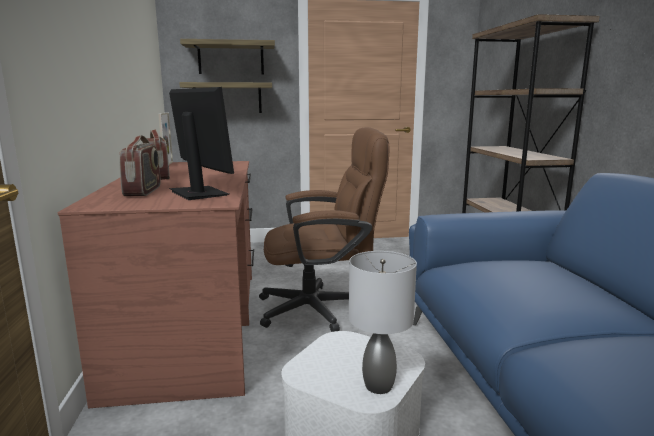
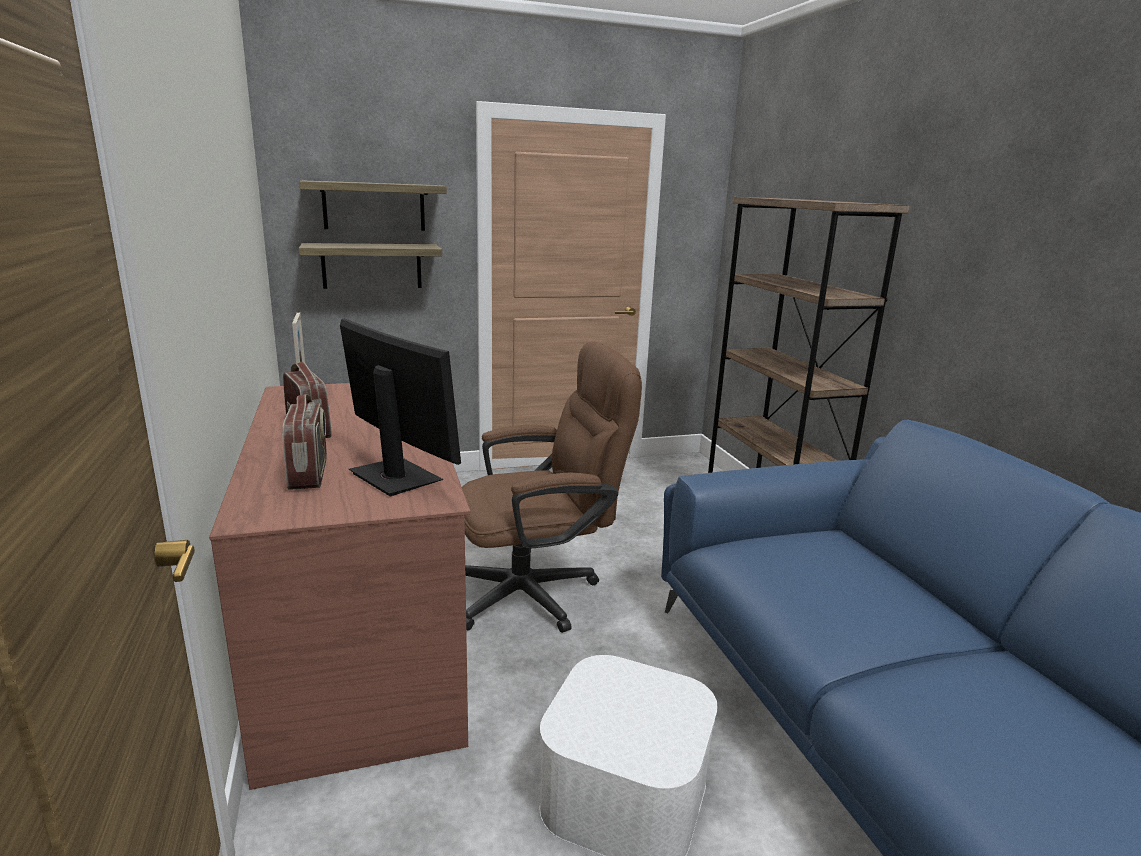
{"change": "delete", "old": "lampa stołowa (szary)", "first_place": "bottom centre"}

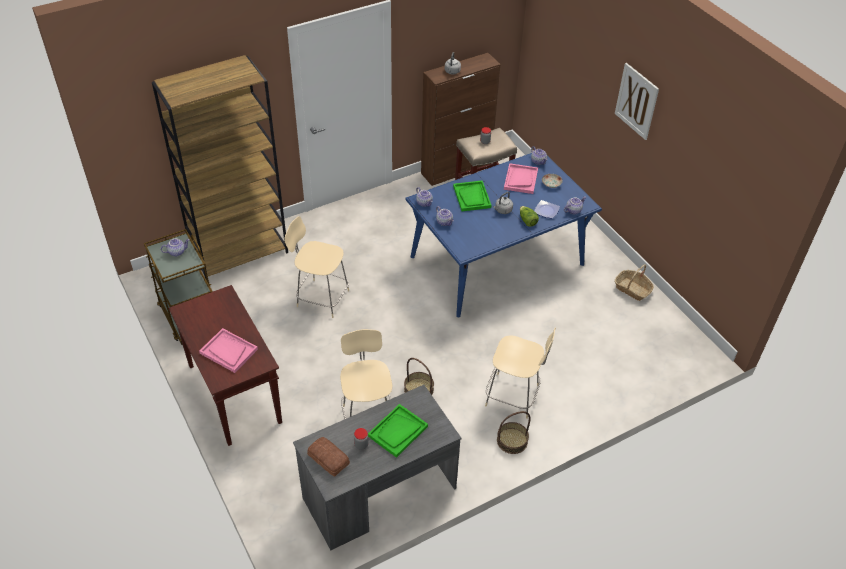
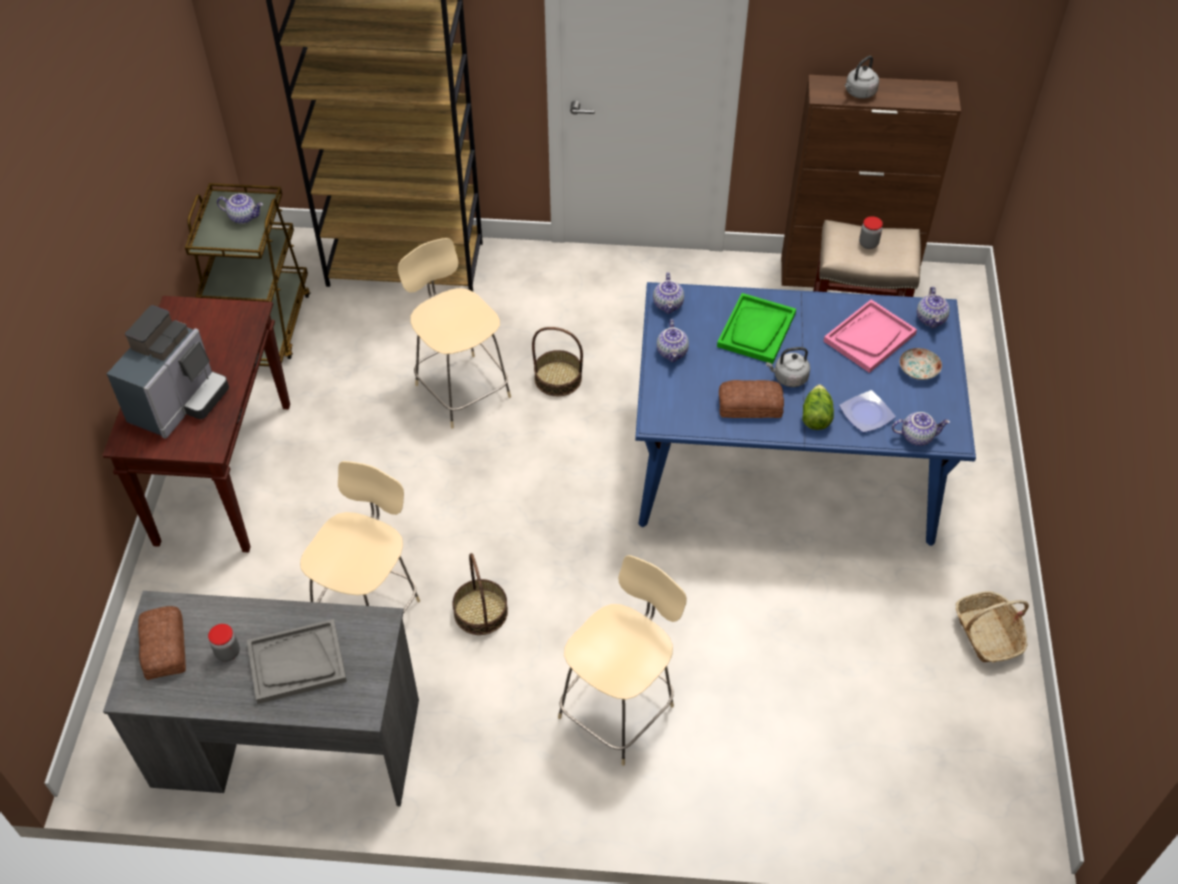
{"change": "delete", "old": "obraz", "first_place": "top right"}
{"change": "rotate", "old": "krzesło (beżowy) (3rd from left)", "first_place": "centre", "second_place": "bottom centre", "degrees": -105}
{"change": "replace", "old": "taca (różowy) (1st from left)", "new": "ekspres do kawy", "first_place": "middle left", "second_place": "middle left"}
{"change": "recolor", "old": "taca (zielony) (1st from left)", "new": "taca (szary)", "first_place": "bottom centre", "second_place": "bottom left"}
{"change": "move", "old": "koszyk (2nd from left)", "first_place": "bottom centre", "second_place": "centre"}
{"change": "insert", "new": "chleb (2nd from left)", "second_place": "centre"}

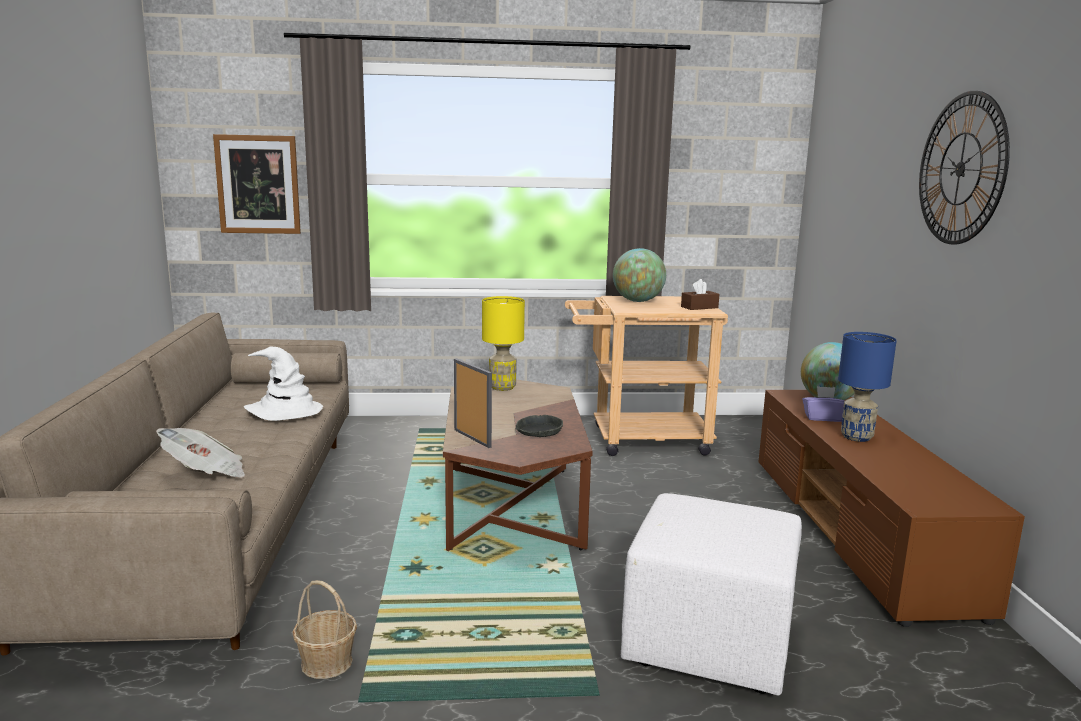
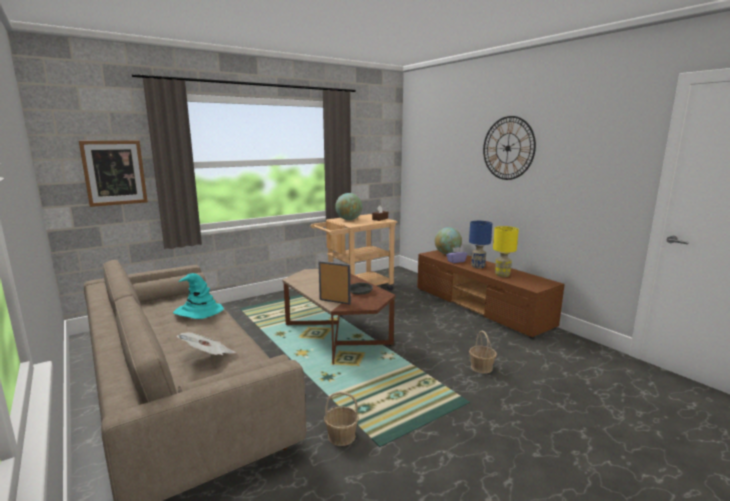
{"change": "move", "old": "lampa stołowa (żółty)", "first_place": "centre", "second_place": "middle right"}
{"change": "recolor", "old": "kapelusz (biały)", "new": "kapelusz (turkusowy)", "first_place": "middle left", "second_place": "middle left"}
{"change": "replace", "old": "pufa (biały)", "new": "koszyk (2nd from left)", "first_place": "bottom centre", "second_place": "bottom centre"}

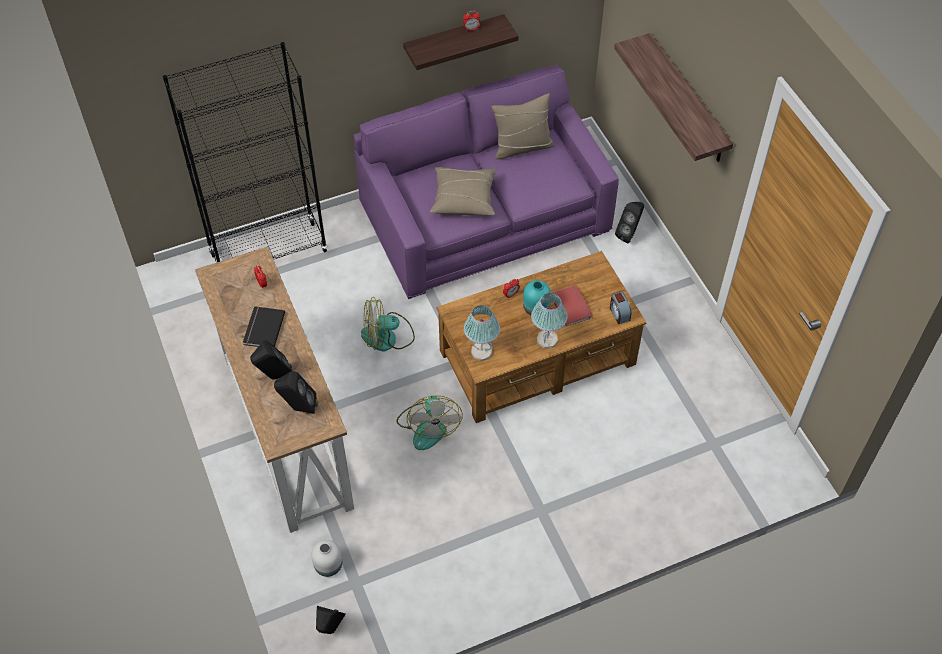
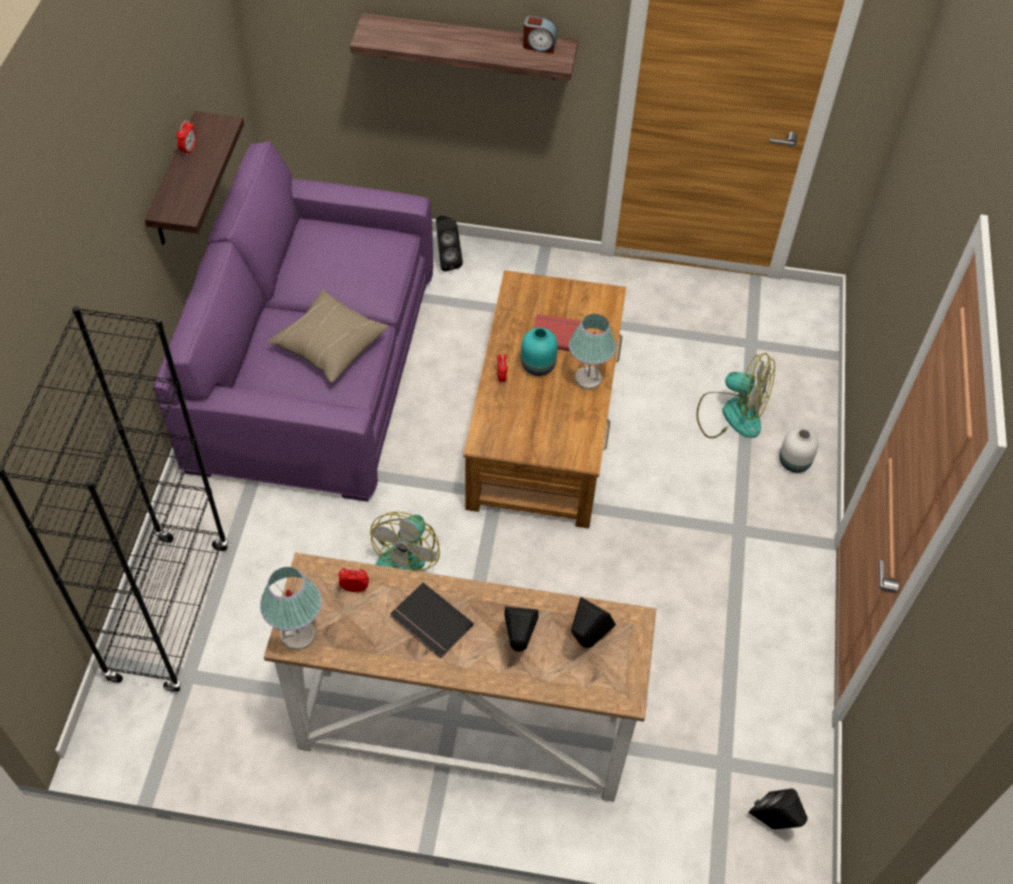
{"change": "delete", "old": "poduszka (beżowy) (2nd from left)", "first_place": "top centre"}
{"change": "move", "old": "budzik (4th from left)", "first_place": "centre", "second_place": "top centre"}
{"change": "move", "old": "lampa stołowa (1st from left)", "first_place": "centre", "second_place": "bottom left"}
{"change": "move", "old": "wentylator (2nd from left)", "first_place": "centre", "second_place": "middle right"}
{"change": "move", "old": "wazon (biały)", "first_place": "bottom centre", "second_place": "middle right"}

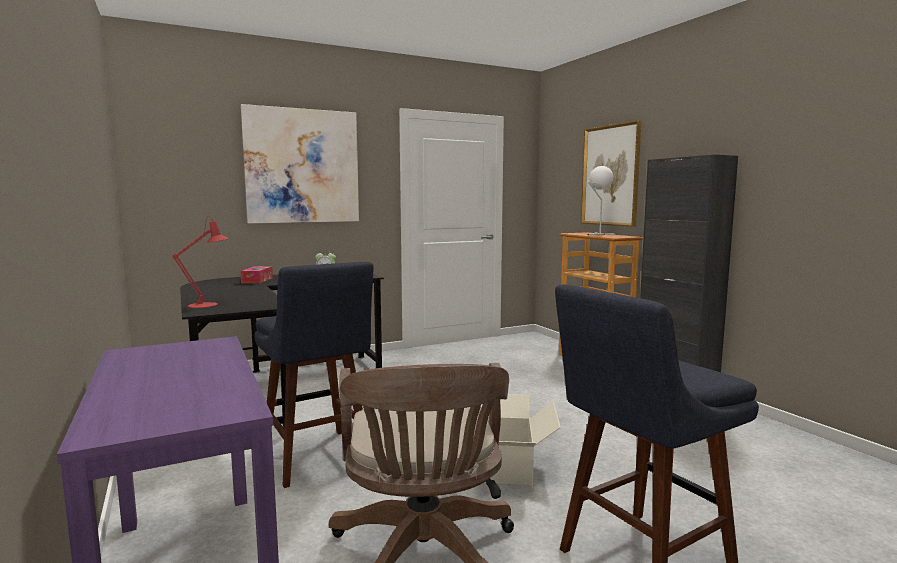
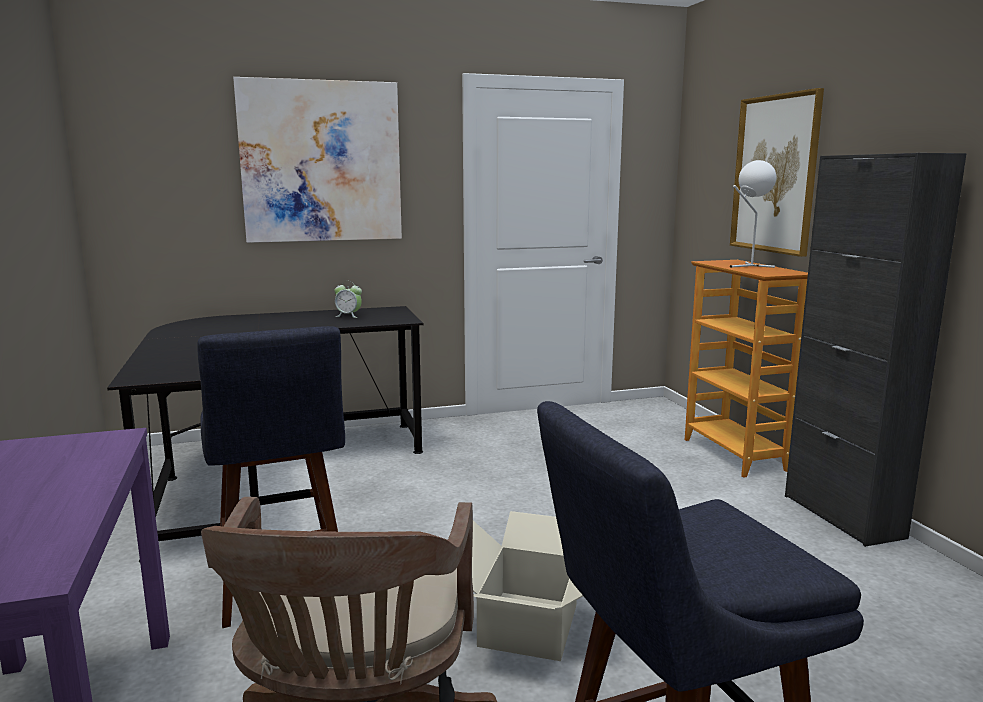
{"change": "delete", "old": "lampa stołowa (czerwony)", "first_place": "middle left"}
{"change": "delete", "old": "pudełko chusteczek", "first_place": "middle left"}

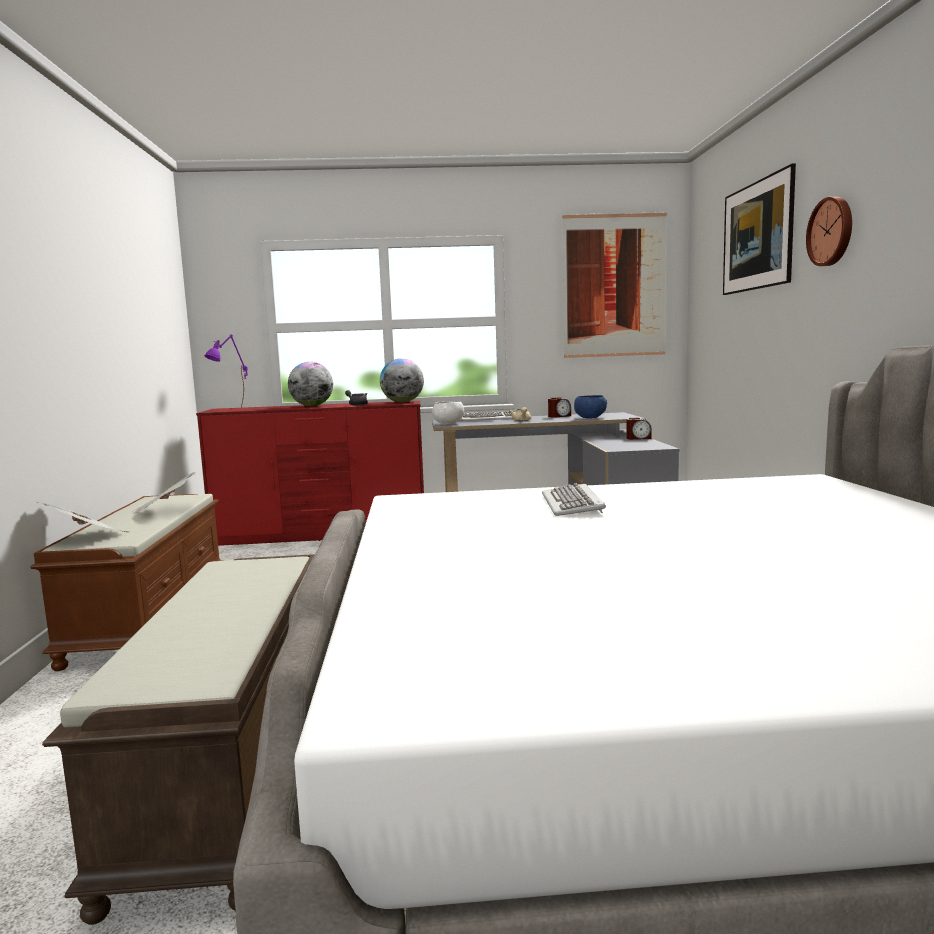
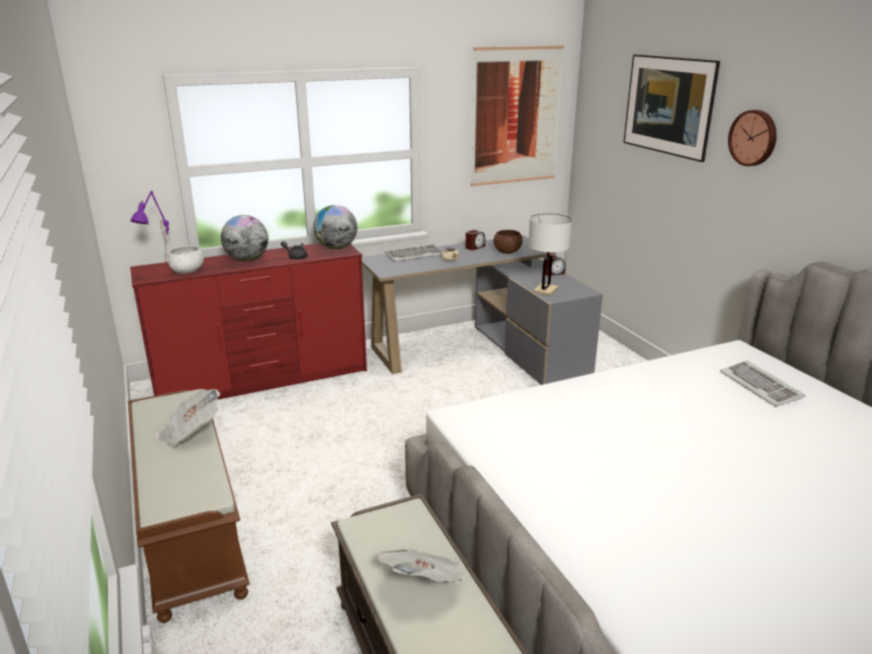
{"change": "recolor", "old": "miska (niebieski)", "new": "miska (brązowy)", "first_place": "centre", "second_place": "centre"}
{"change": "move", "old": "miska (biały)", "first_place": "centre", "second_place": "middle left"}
{"change": "move", "old": "klawiatura (2nd from left)", "first_place": "centre", "second_place": "middle right"}
{"change": "move", "old": "gazeta (1st from left in the first image)", "new": "gazeta (2nd from left)", "first_place": "middle left", "second_place": "bottom centre"}
{"change": "insert", "new": "lampa stołowa (biały)", "second_place": "centre"}

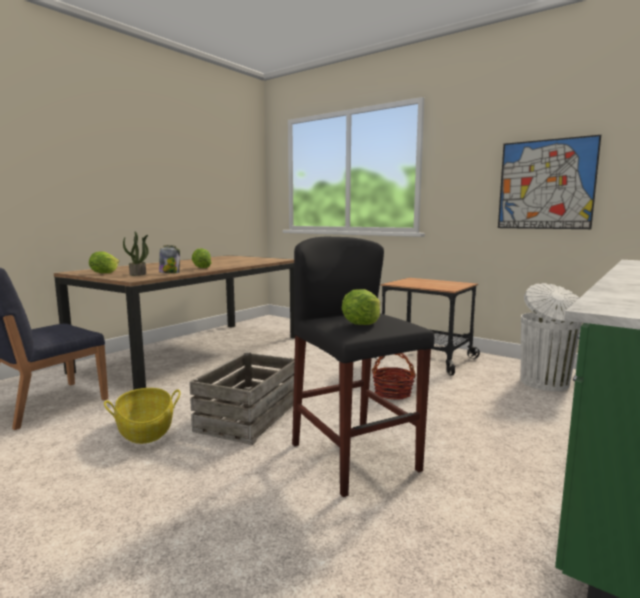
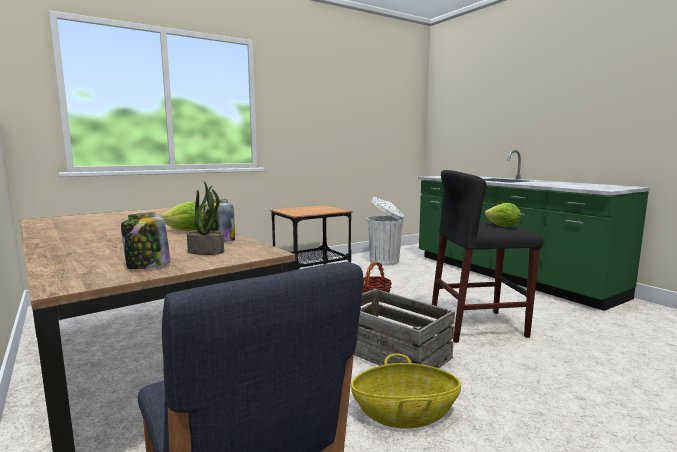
{"change": "delete", "old": "obraz", "first_place": "top right"}
{"change": "replace", "old": "sałata (1st from left)", "new": "słoik (1st from left)", "first_place": "middle left", "second_place": "middle left"}

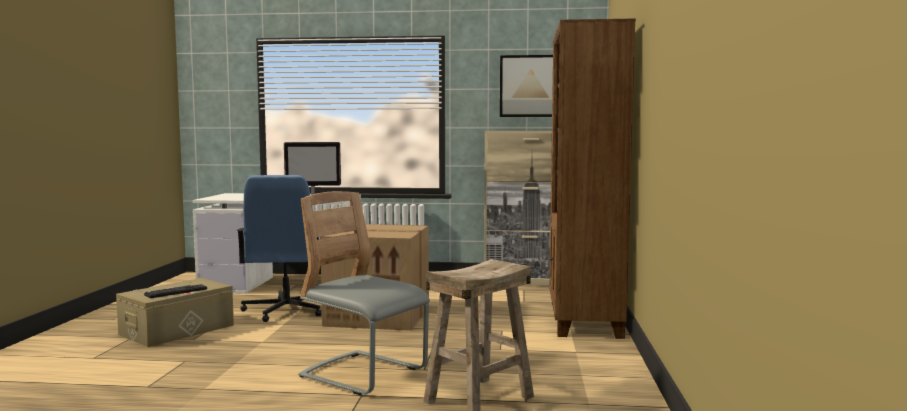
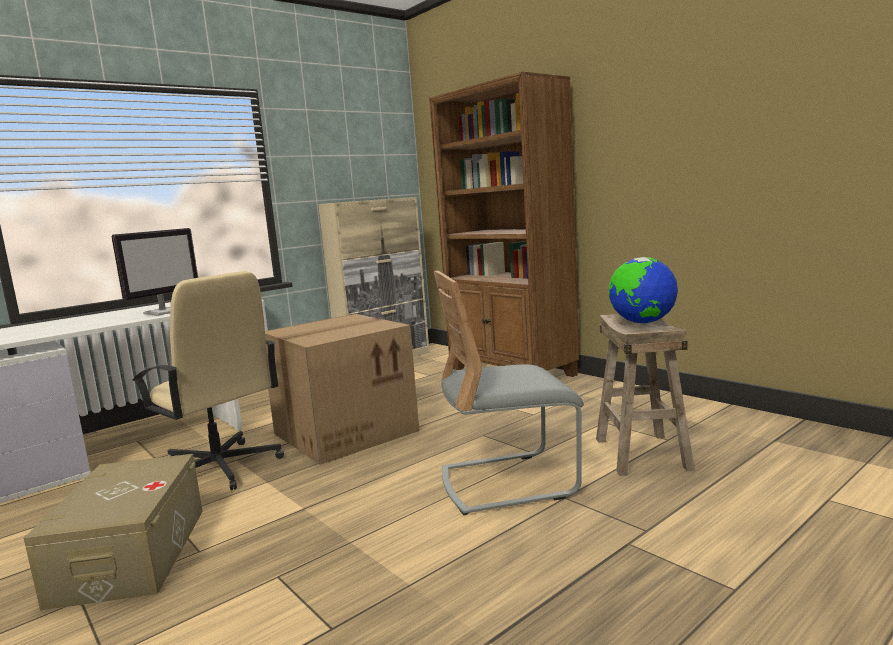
{"change": "delete", "old": "obraz", "first_place": "top centre"}
{"change": "recolor", "old": "krzesło biurowe (niebieski)", "new": "krzesło biurowe (beżowy)", "first_place": "middle left", "second_place": "middle left"}
{"change": "delete", "old": "klawiatura", "first_place": "bottom left"}
{"change": "insert", "new": "globus", "second_place": "middle right"}

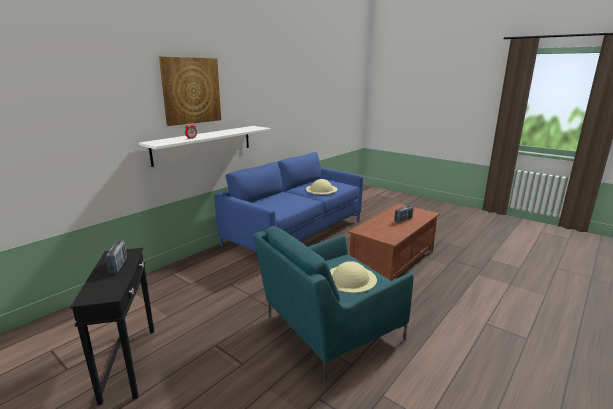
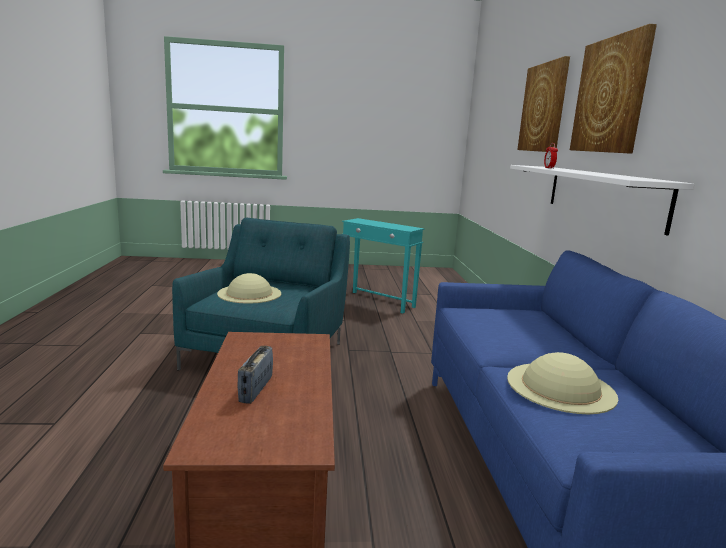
{"change": "delete", "old": "radio (1st from left)", "first_place": "middle left"}
{"change": "recolor", "old": "stolik (czarny)", "new": "stolik (turkusowy)", "first_place": "bottom left", "second_place": "centre"}
{"change": "insert", "new": "obraz (1st from left)", "second_place": "top right"}

